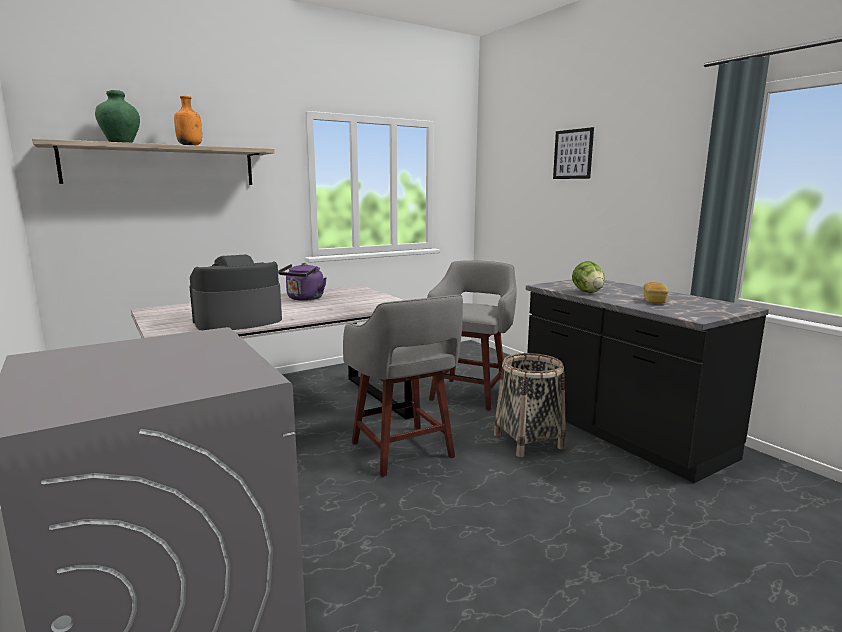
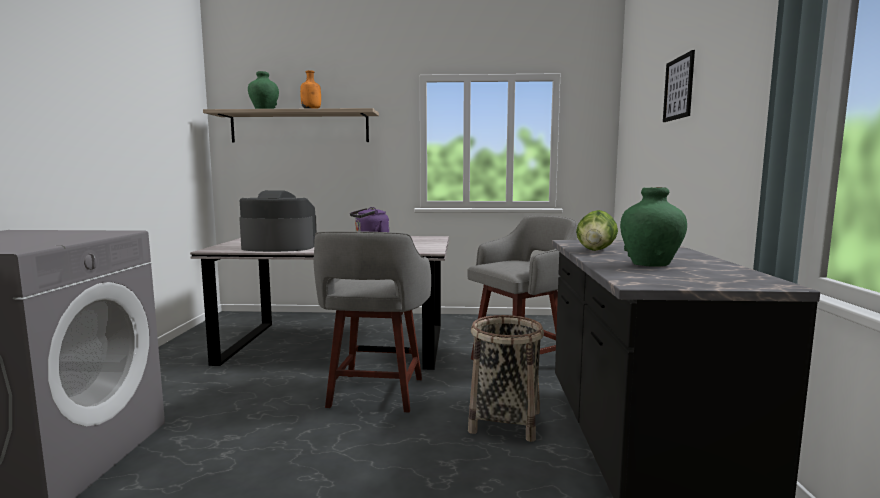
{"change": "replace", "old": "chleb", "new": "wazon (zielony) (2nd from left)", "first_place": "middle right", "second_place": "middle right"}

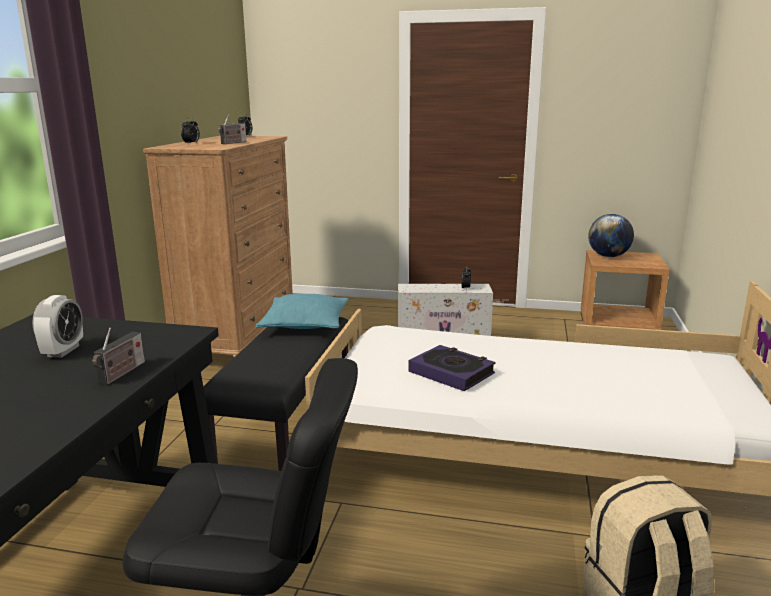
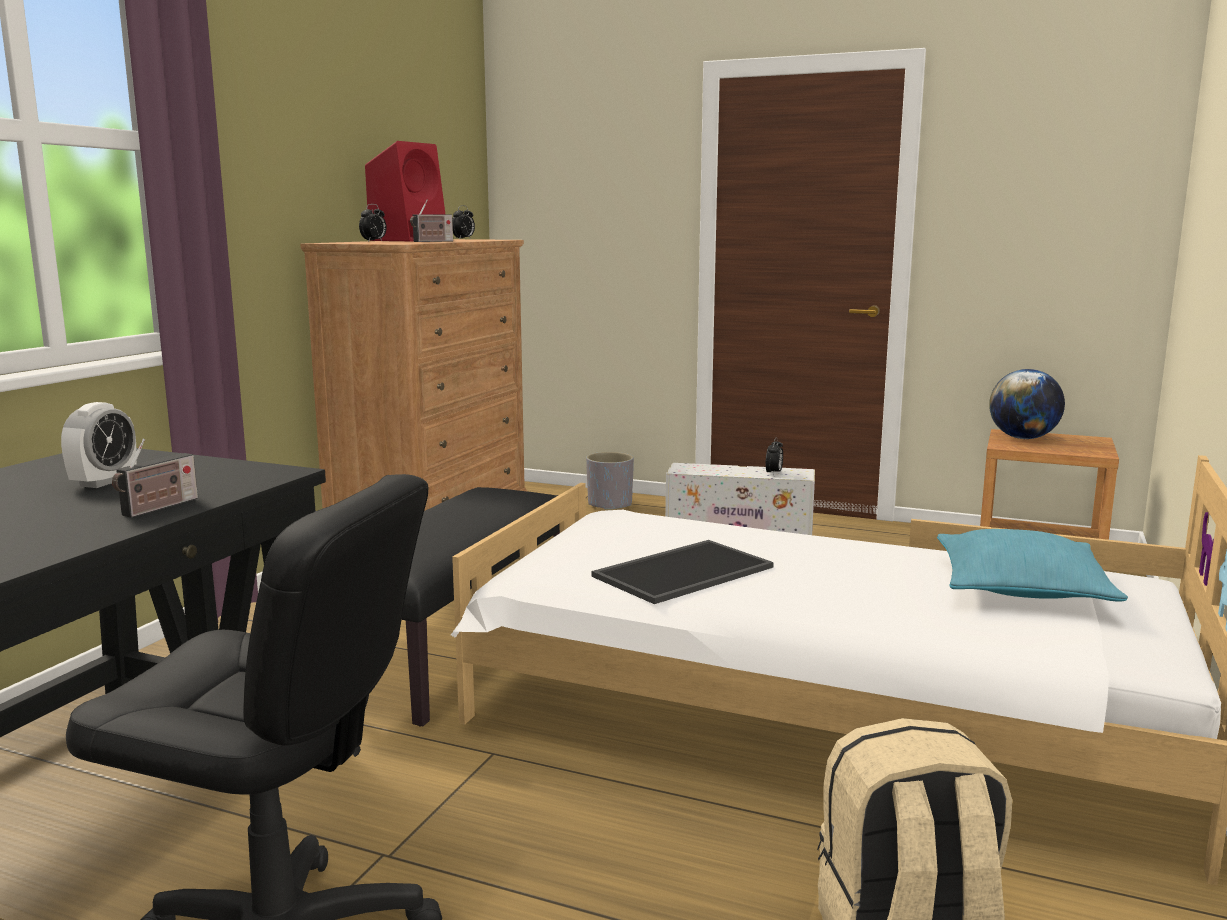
{"change": "move", "old": "poduszka (turkusowy)", "first_place": "centre", "second_place": "middle right"}
{"change": "replace", "old": "książka", "new": "taca", "first_place": "centre", "second_place": "centre"}
{"change": "insert", "new": "głośnik (czerwony)", "second_place": "top left"}
{"change": "insert", "new": "donica (szary)", "second_place": "centre"}

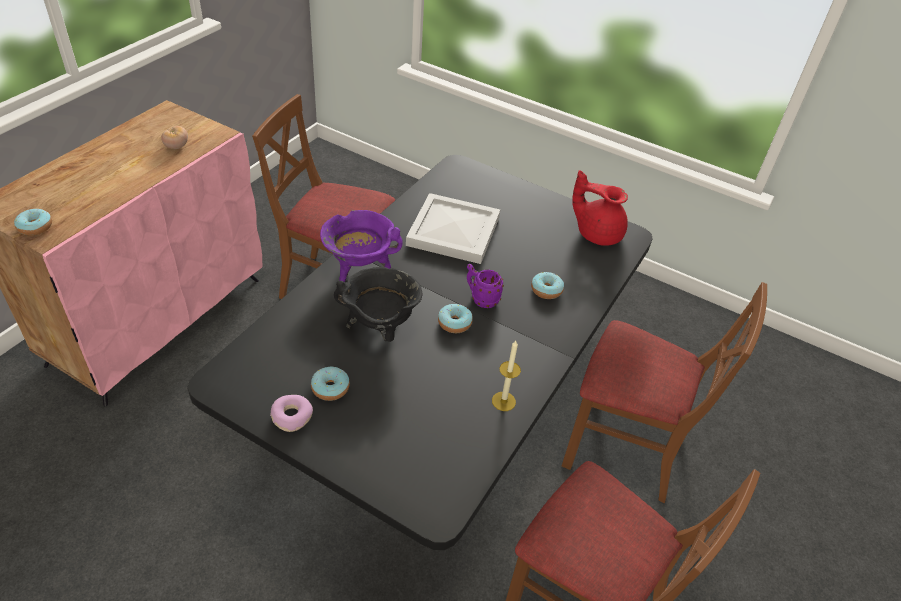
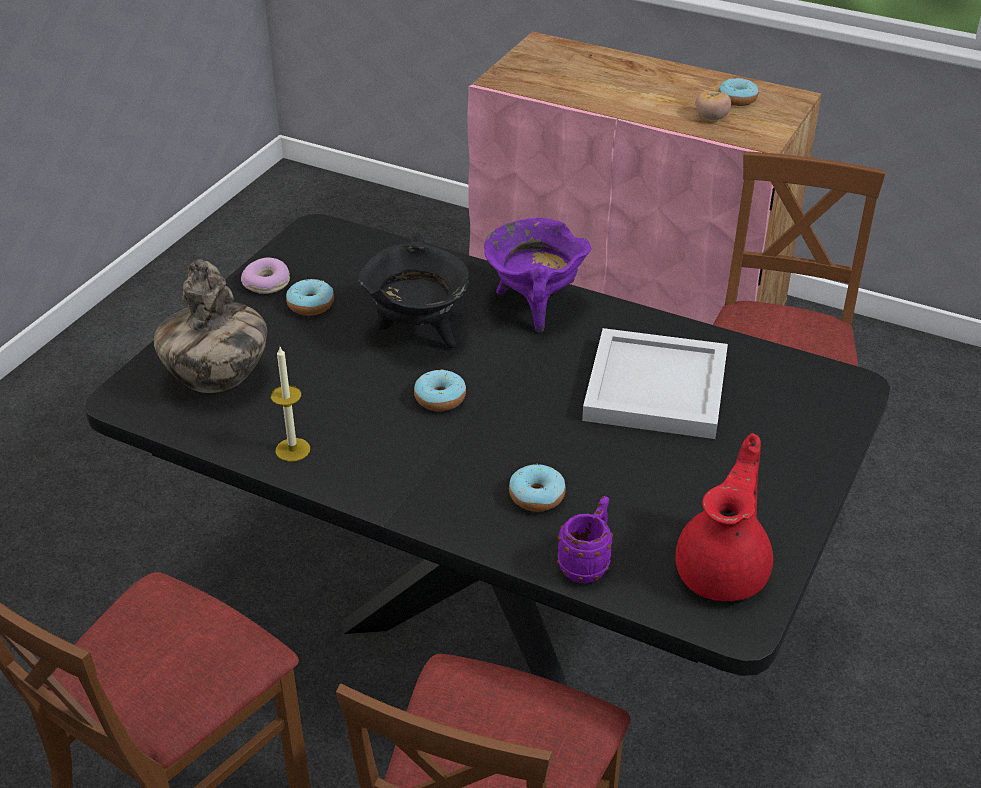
{"change": "move", "old": "donut (1st from left in the first image)", "new": "donut (5th from left)", "first_place": "middle left", "second_place": "top right"}
{"change": "move", "old": "kubek (fioletowy)", "first_place": "centre", "second_place": "bottom centre"}
{"change": "insert", "new": "wazon", "second_place": "middle left"}

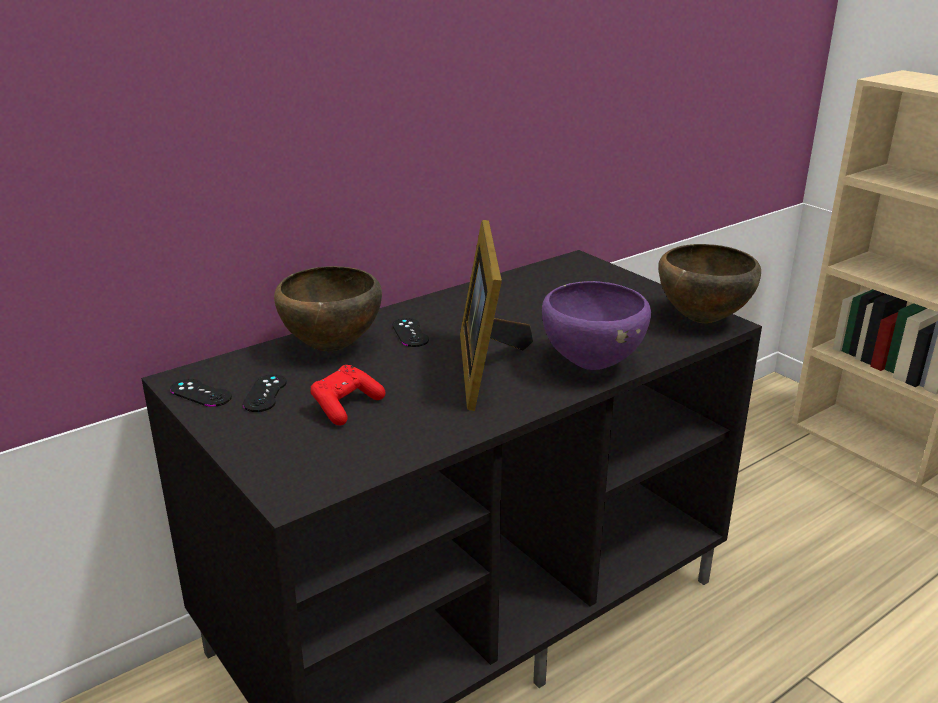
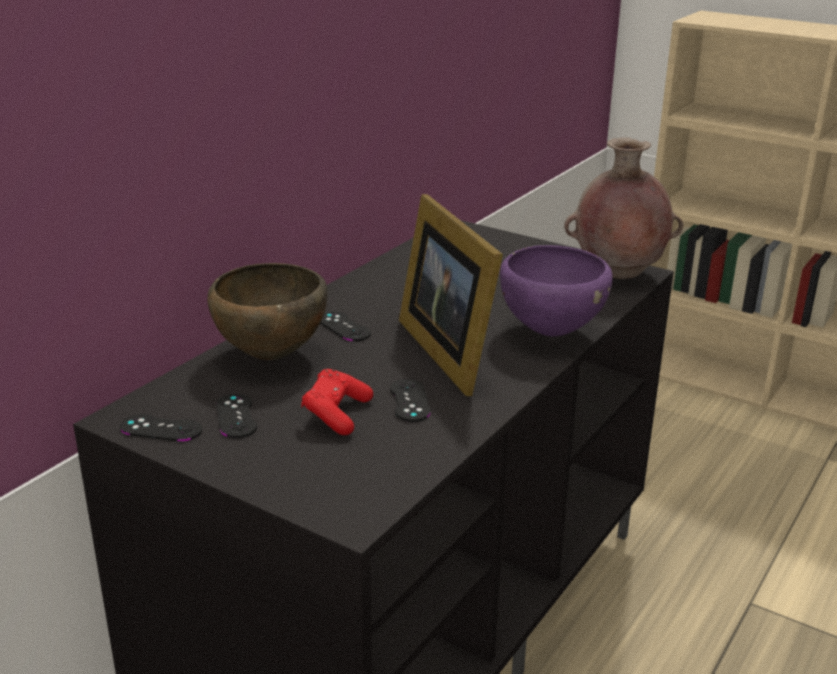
{"change": "replace", "old": "miska (brązowy) (2nd from left)", "new": "wazon (brązowy)", "first_place": "middle right", "second_place": "top right"}
{"change": "insert", "new": "pad do gier (czarny) (4th from left)", "second_place": "centre"}

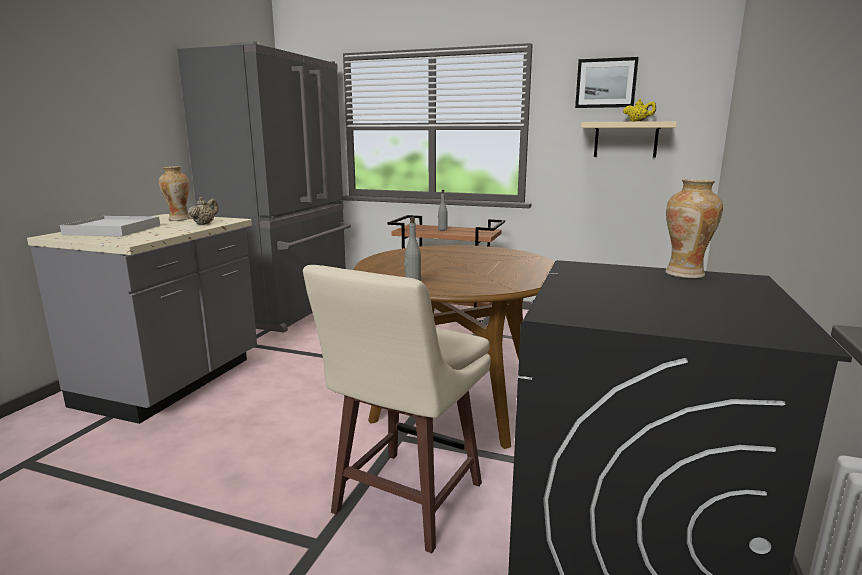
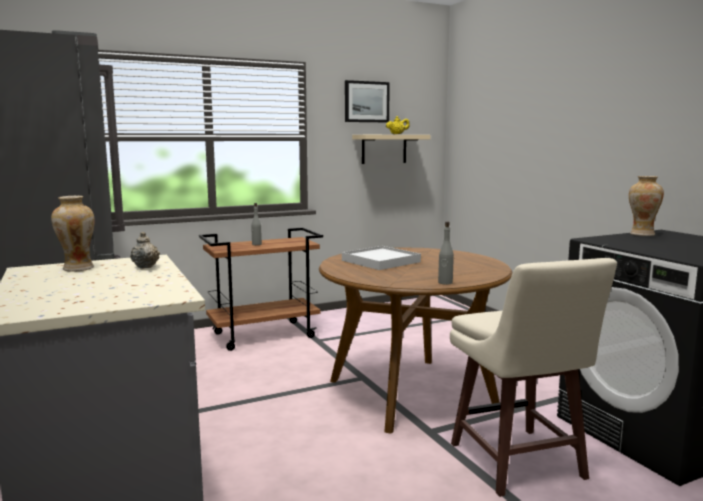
{"change": "move", "old": "taca (biały)", "first_place": "middle left", "second_place": "centre"}

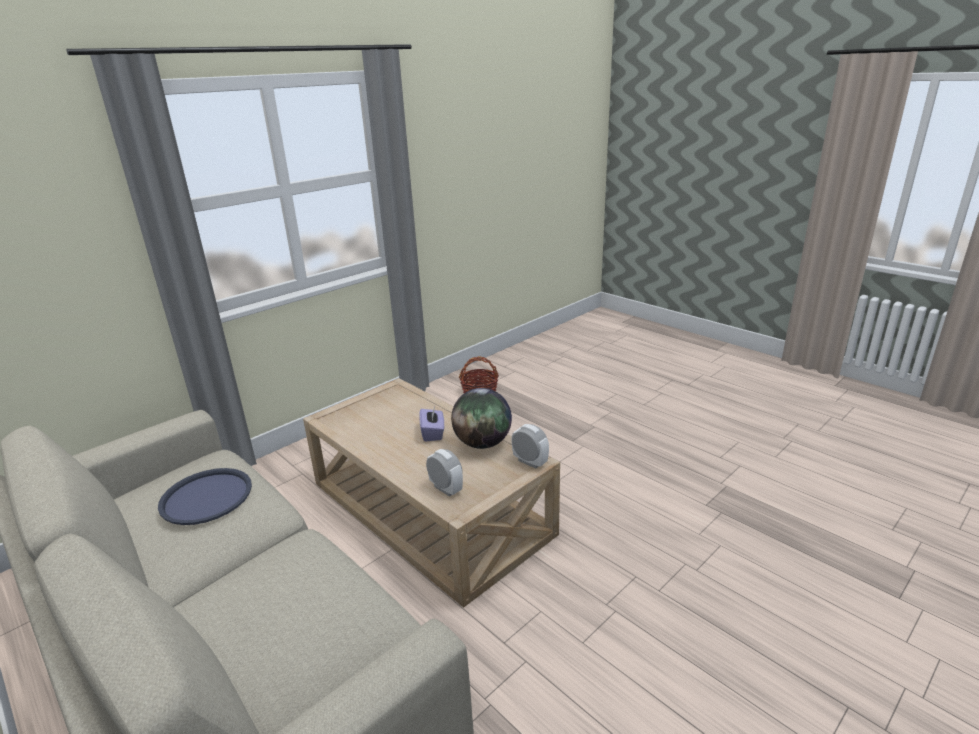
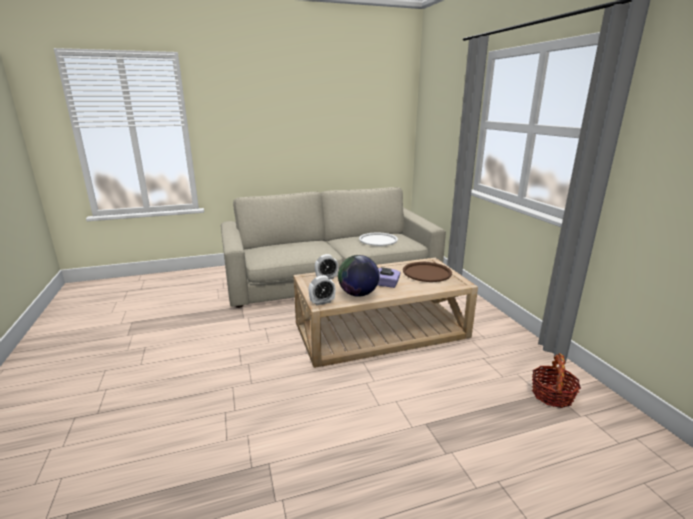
{"change": "recolor", "old": "taca (niebieski)", "new": "taca (biały)", "first_place": "bottom left", "second_place": "centre"}
{"change": "insert", "new": "taca (brązowy)", "second_place": "centre"}

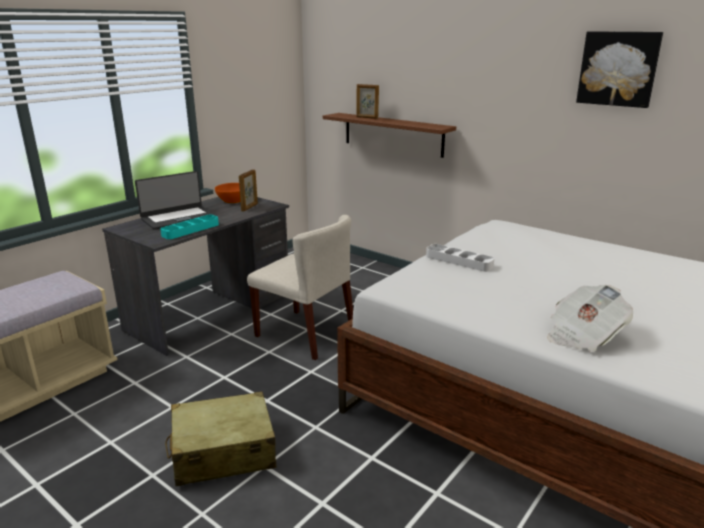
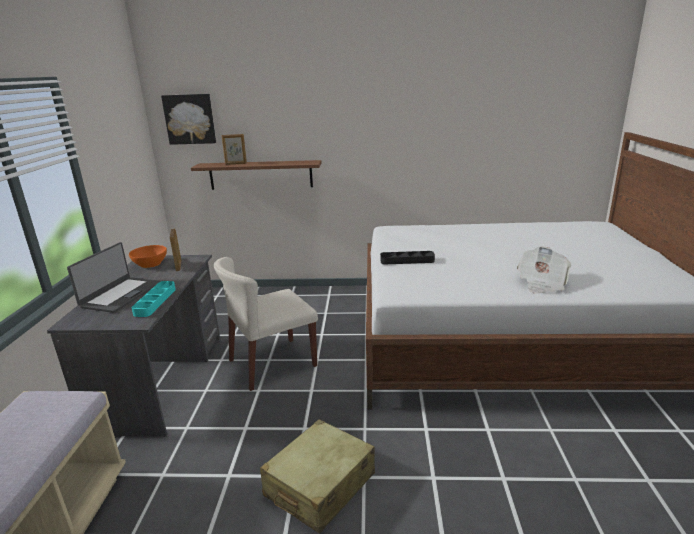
{"change": "move", "old": "obraz", "first_place": "top right", "second_place": "top left"}
{"change": "rotate", "old": "krzesło (beżowy)", "first_place": "centre", "second_place": "centre", "degrees": 150}
{"change": "recolor", "old": "taca (biały)", "new": "taca (czarny)", "first_place": "centre", "second_place": "centre"}

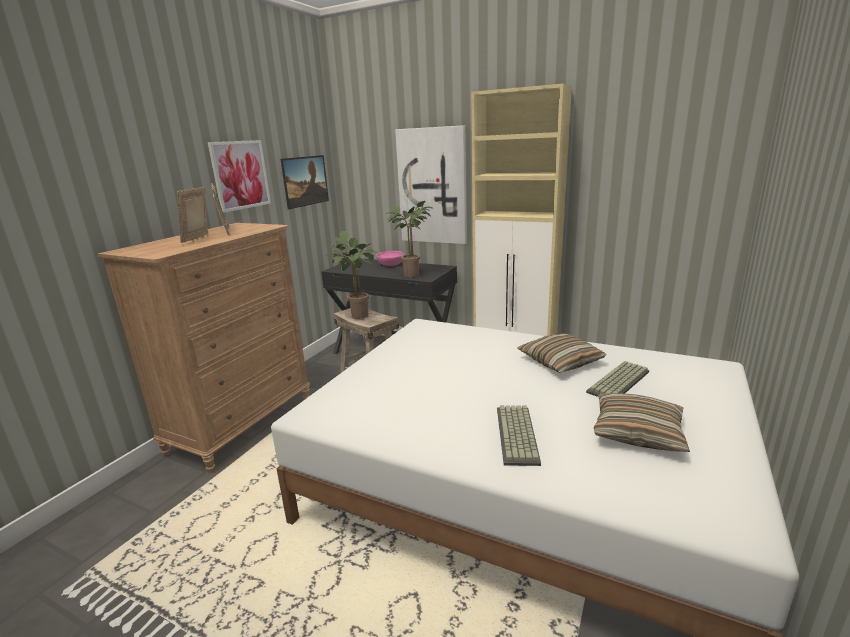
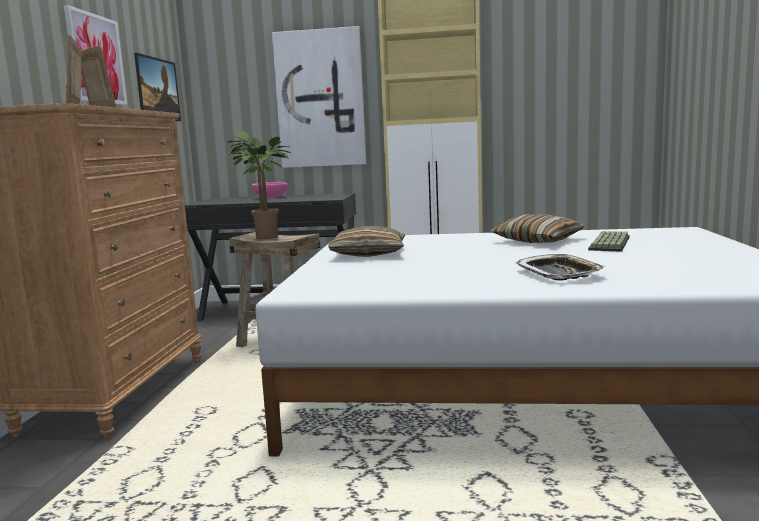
{"change": "delete", "old": "roślina doniczkowa (2nd from left)", "first_place": "centre"}
{"change": "move", "old": "poduszka (2nd from left in the first image)", "new": "poduszka (1st from left)", "first_place": "middle right", "second_place": "centre"}
{"change": "replace", "old": "klawiatura (1st from left)", "new": "taca", "first_place": "bottom centre", "second_place": "middle right"}

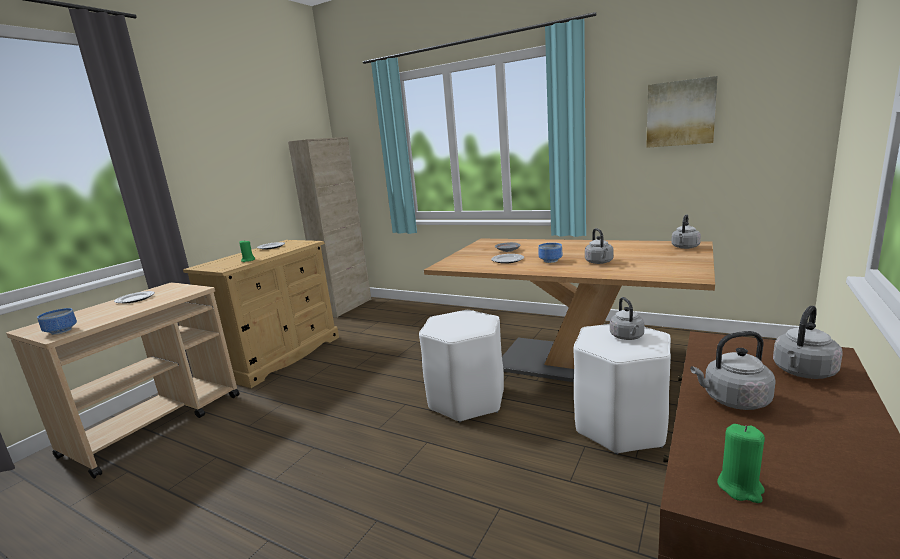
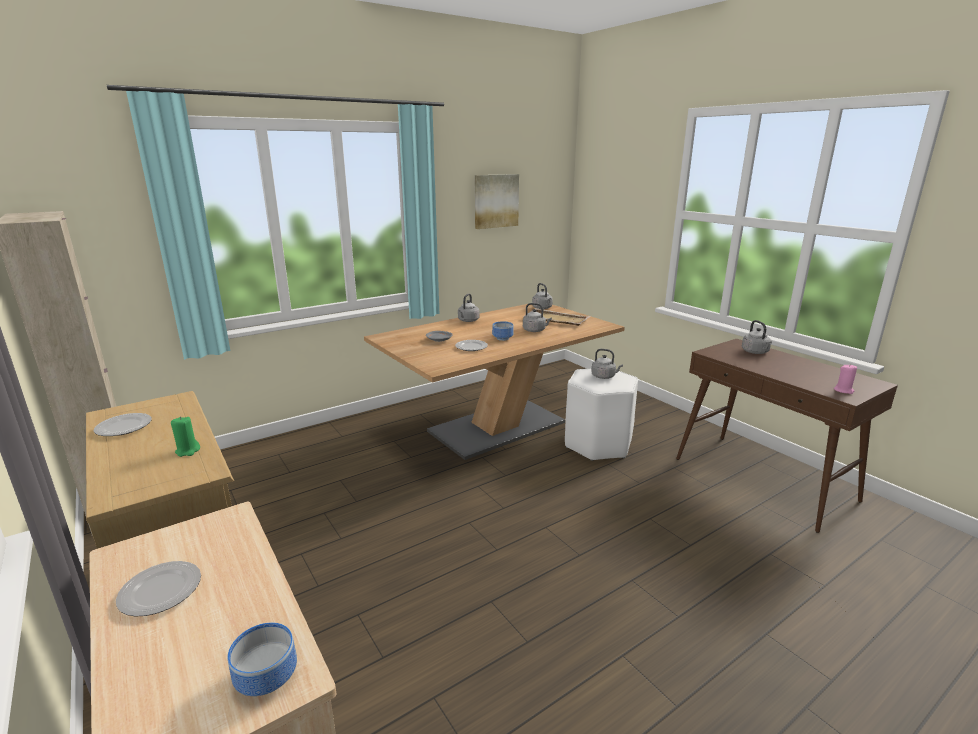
{"change": "delete", "old": "stołek (biały) (1st from left)", "first_place": "centre"}
{"change": "move", "old": "czajnik (szary) (4th from left in the first image)", "new": "czajnik (szary) (1st from left)", "first_place": "middle right", "second_place": "centre"}
{"change": "recolor", "old": "świeca (zielony) (2nd from left)", "new": "świeca (różowy)", "first_place": "bottom right", "second_place": "middle right"}
{"change": "insert", "new": "taca (beżowy)", "second_place": "centre"}

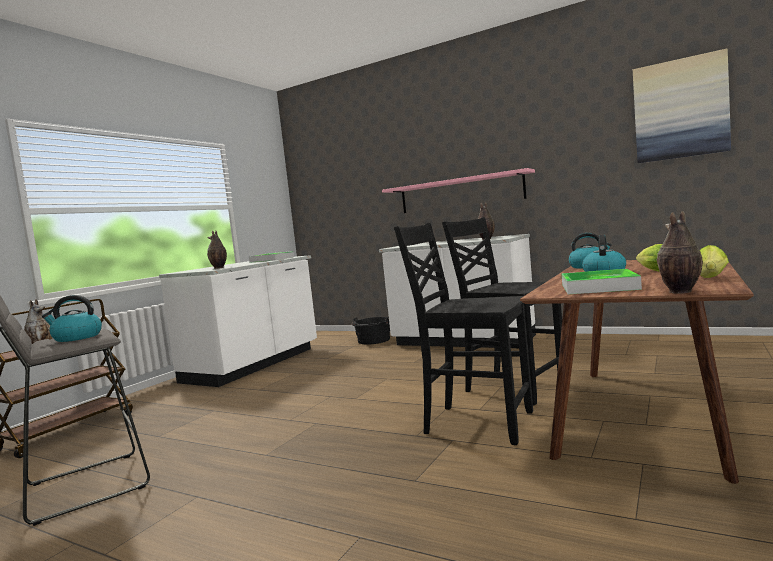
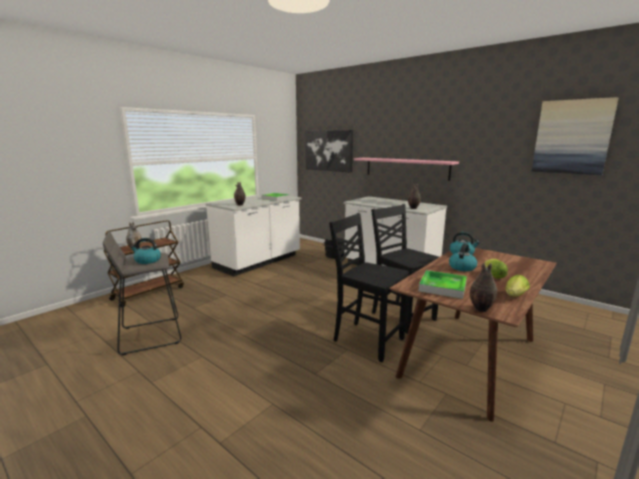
{"change": "insert", "new": "obraz (1st from left)", "second_place": "top centre"}

